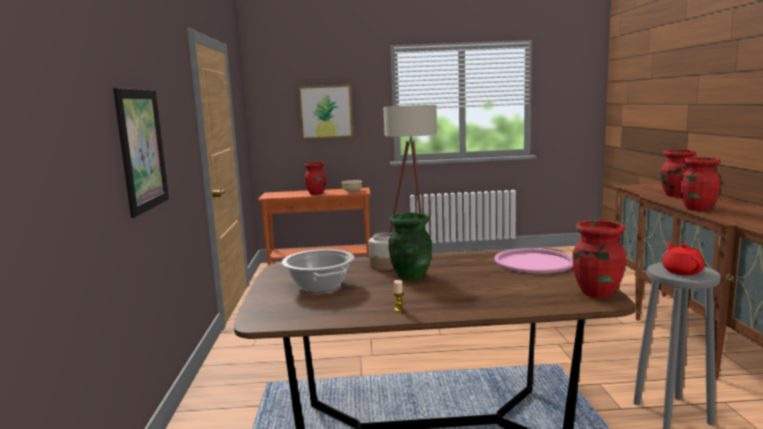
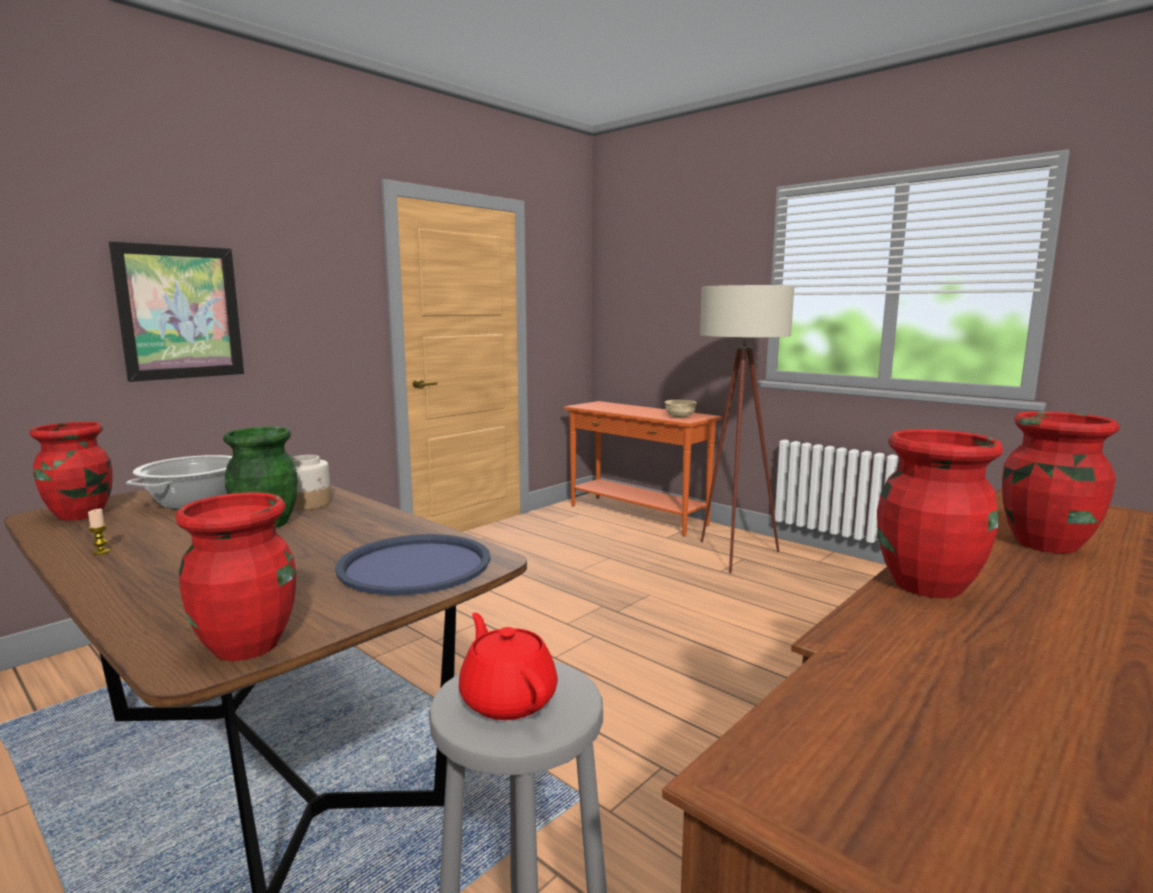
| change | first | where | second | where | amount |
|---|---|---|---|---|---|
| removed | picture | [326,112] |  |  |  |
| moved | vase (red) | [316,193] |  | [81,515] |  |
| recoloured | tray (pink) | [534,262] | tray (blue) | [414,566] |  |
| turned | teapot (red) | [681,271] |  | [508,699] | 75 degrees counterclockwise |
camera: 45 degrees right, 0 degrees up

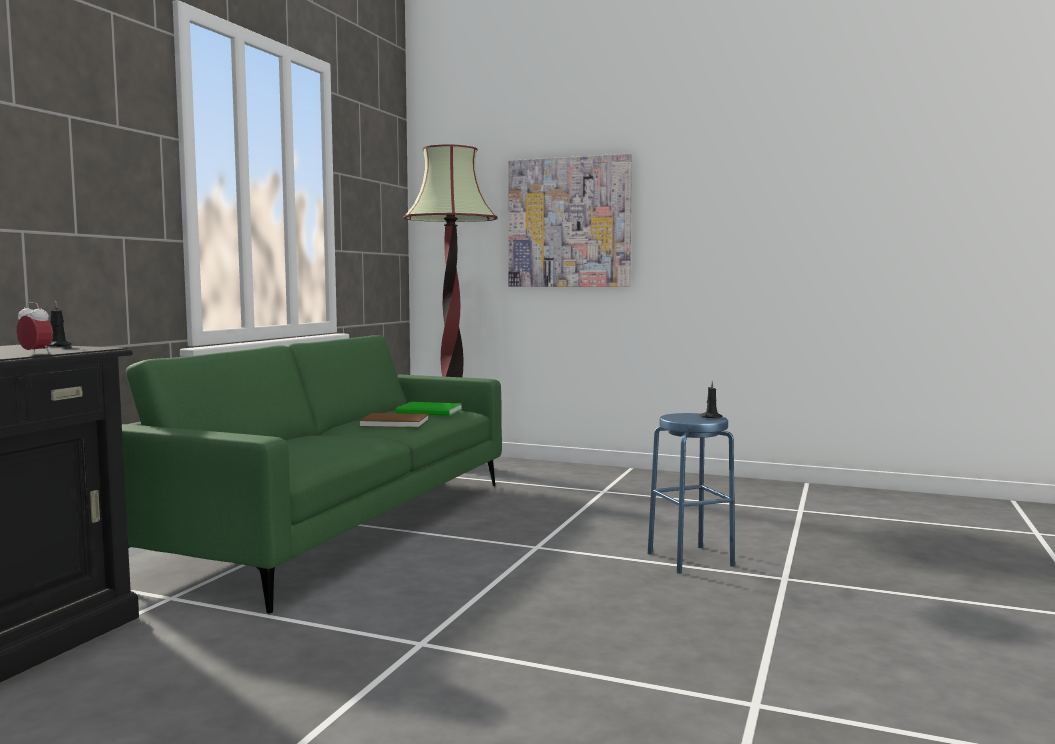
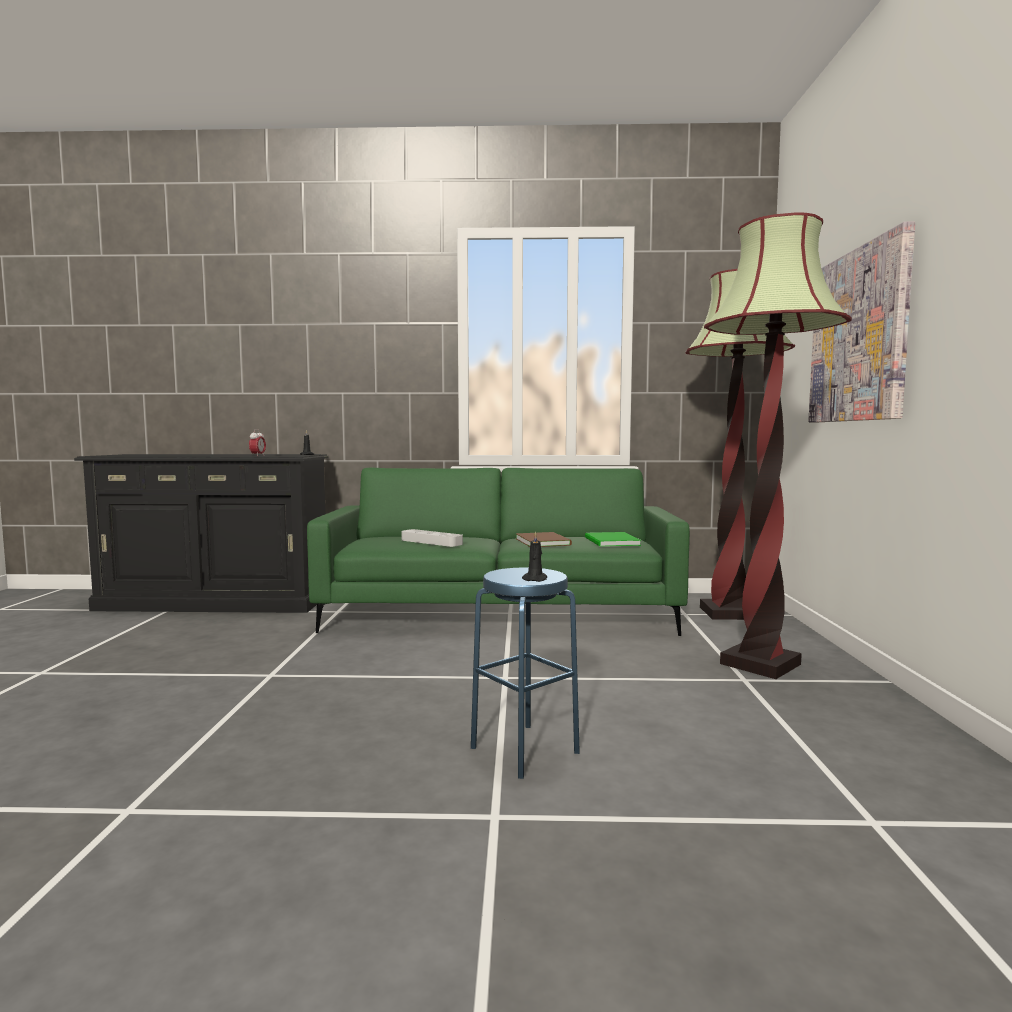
| change | first | where | second | where | amount |
|---|---|---|---|---|---|
| added |  |  | tray (grey) | [431,542] |  |
| added |  |  | floor lamp | [760,664] |  |
camera: 70 degrees right, 0 degrees up

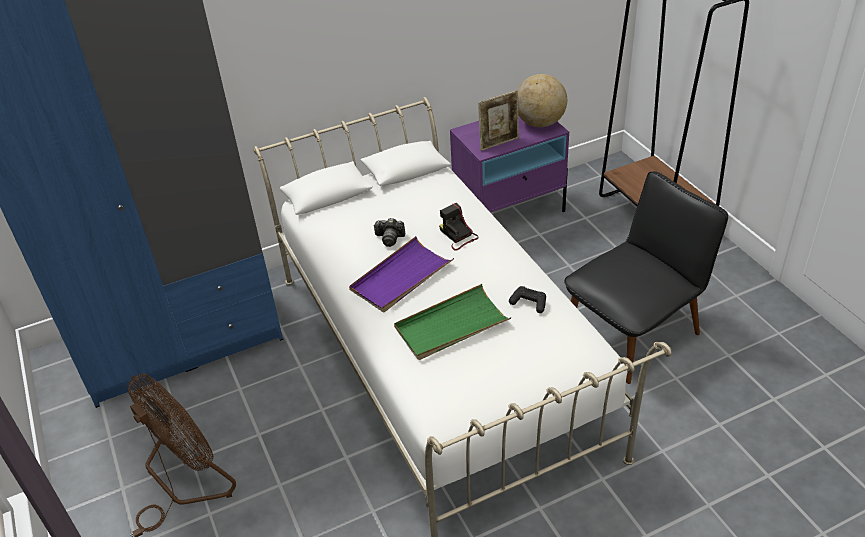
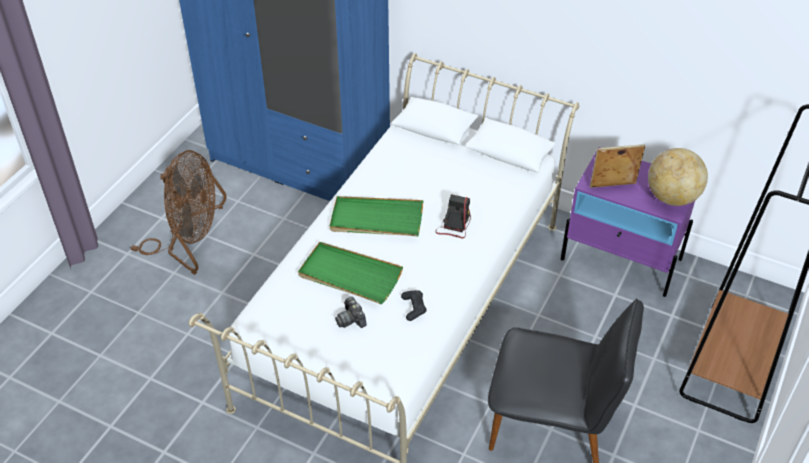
| change | first | where | second | where | amount |
|---|---|---|---|---|---|
| moved | photo camera | [390,238] |  | [351,319] |  |
| recoloured | tray (purple) | [401,278] | tray (green) | [376,219] |  |
| turned | picture frame | [499,143] |  | [612,187] | 150 degrees clockwise |
camera: 50 degrees right, 5 degrees up

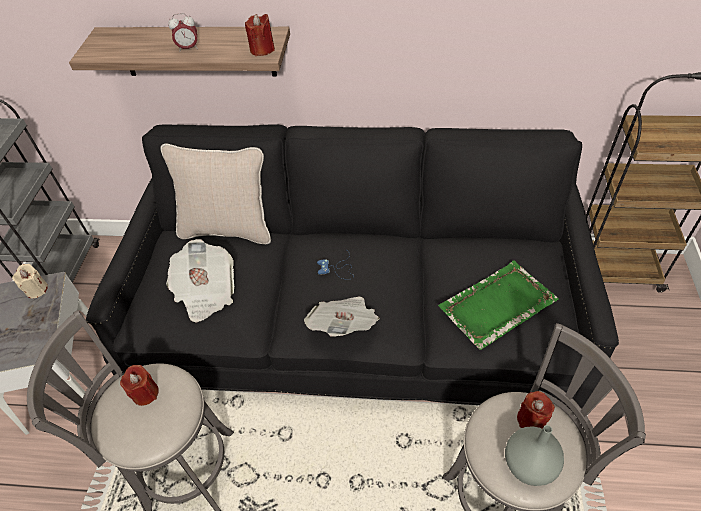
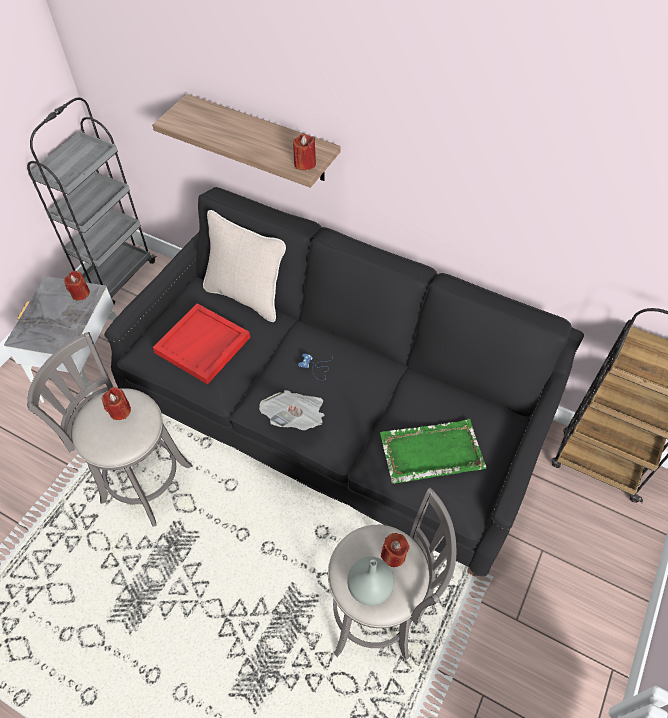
| change | first | where | second | where | amount |
|---|---|---|---|---|---|
| removed | alarm clock | [188,48] |  |  |  |
| replaced | newspaper | [205,292] | tray (red) | [203,346] |  |
| recoloured | candle (beige) | [36,289] | candle (red) | [80,293] |  |
camera: 20 degrees right, 5 degrees up

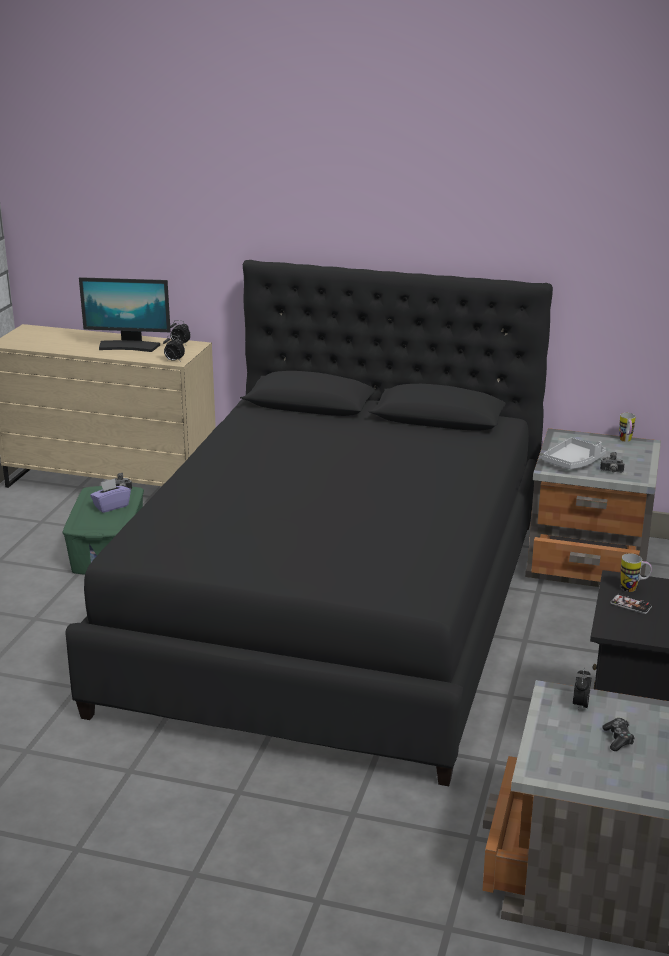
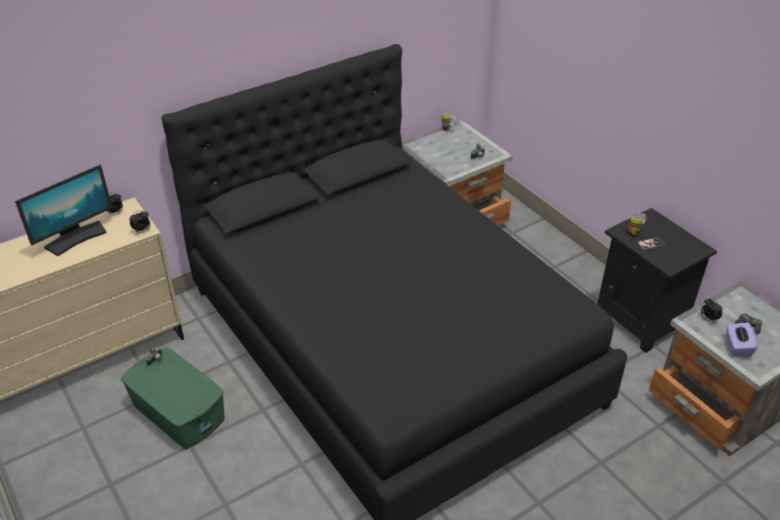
| change | first | where | second | where | amount |
|---|---|---|---|---|---|
| removed | tray (grey) | [573,462] |  |  |  |
| moved | tissue box (purple) | [111,506] |  | [737,347] |  |
camera: 50 degrees left, 15 degrees up

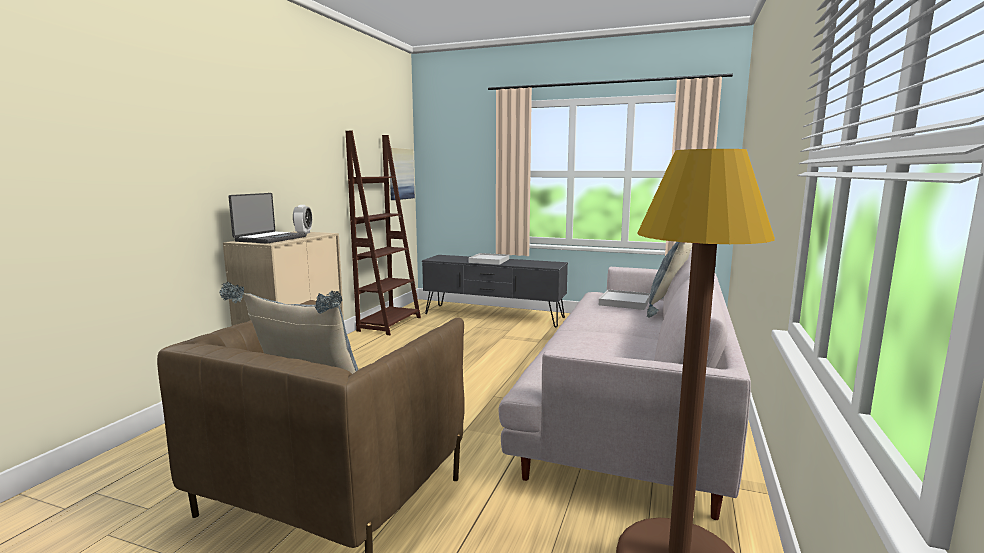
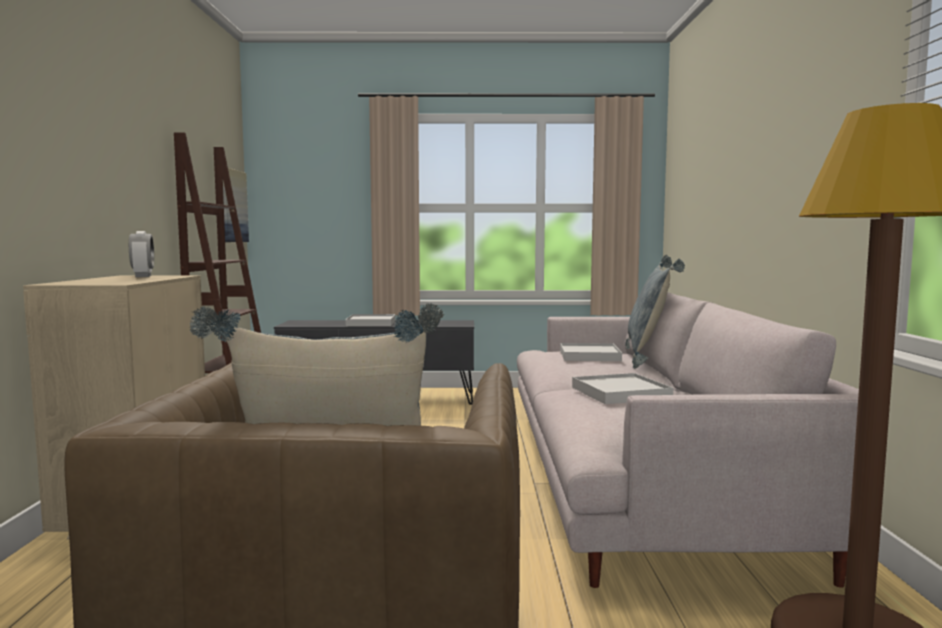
| change | first | where | second | where | amount |
|---|---|---|---|---|---|
| removed | laptop | [270,239] |  |  |  |
| added |  |  | tray (white) | [620,393] |  |
camera: 20 degrees left, 5 degrees down

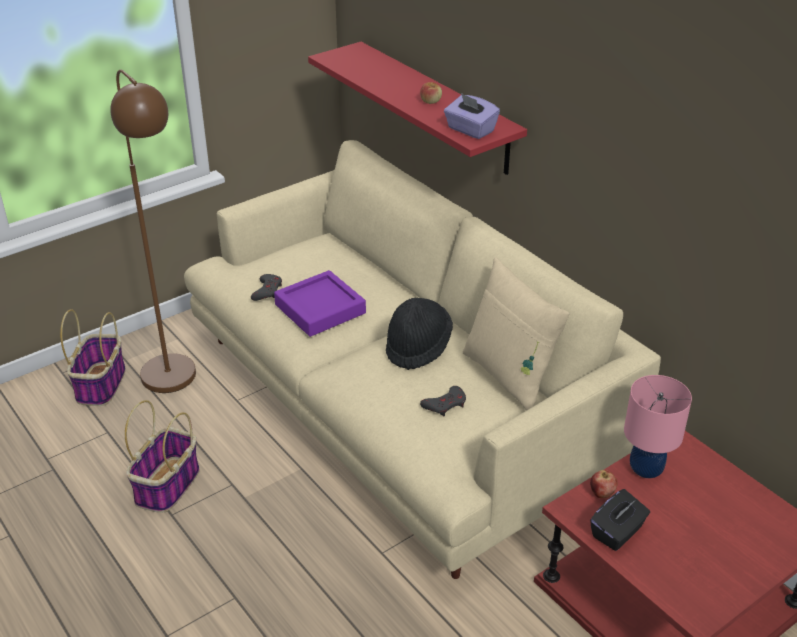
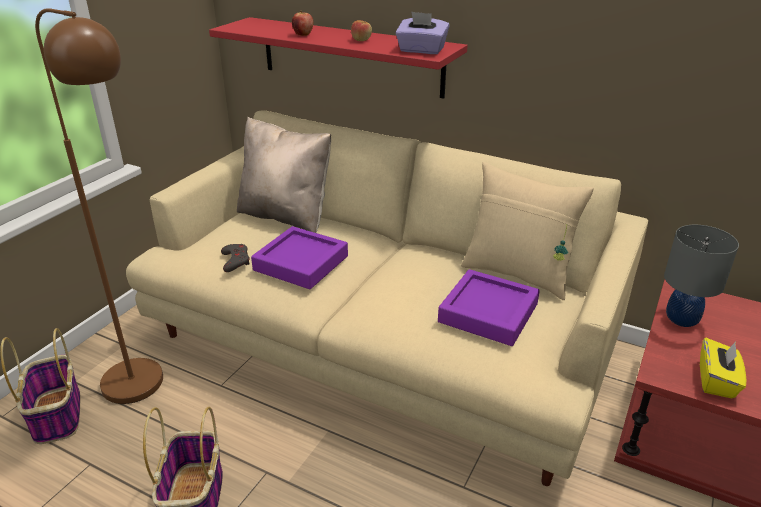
| change | first | where | second | where | amount |
|---|---|---|---|---|---|
| removed | hat (black) | [418,347] |  |  |  |
| added |  |  | pillow (beige) | [286,216] |  |
| moved | apple | [601,494] |  | [303,35] |  |
| replaced | game controller (grey) | [445,404] | tray (purple) | [488,313] |  |
| recoloured | tissue box (black) | [617,533] | tissue box (yellow) | [717,381] |  |
| recoloured | table lamp (pink) | [646,469] | table lamp (grey) | [680,319] |  |
camera: 25 degrees left, 5 degrees down

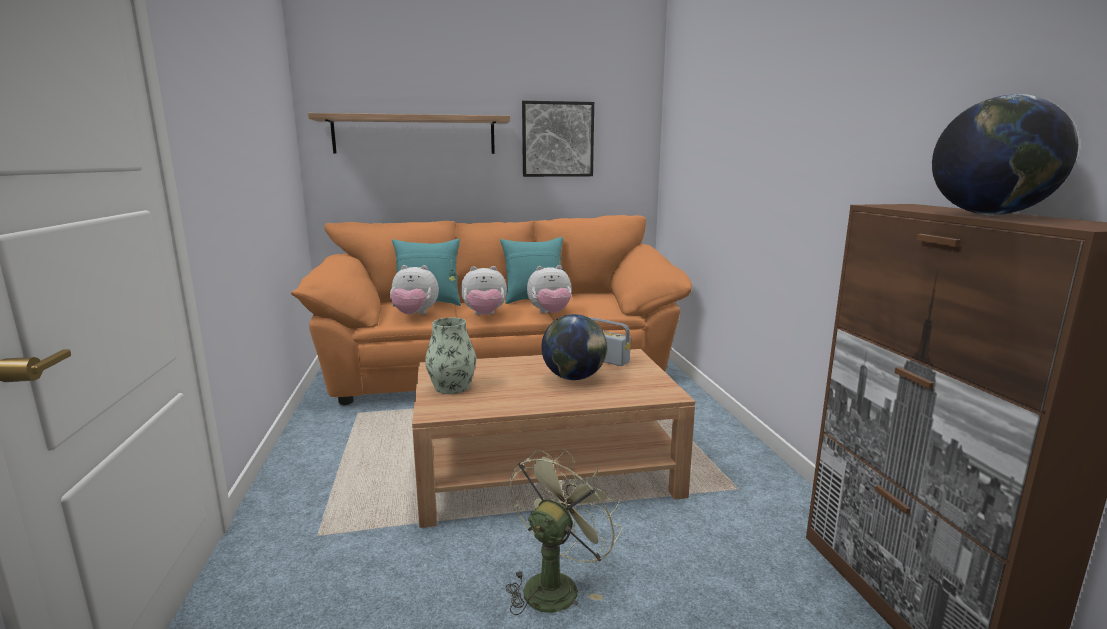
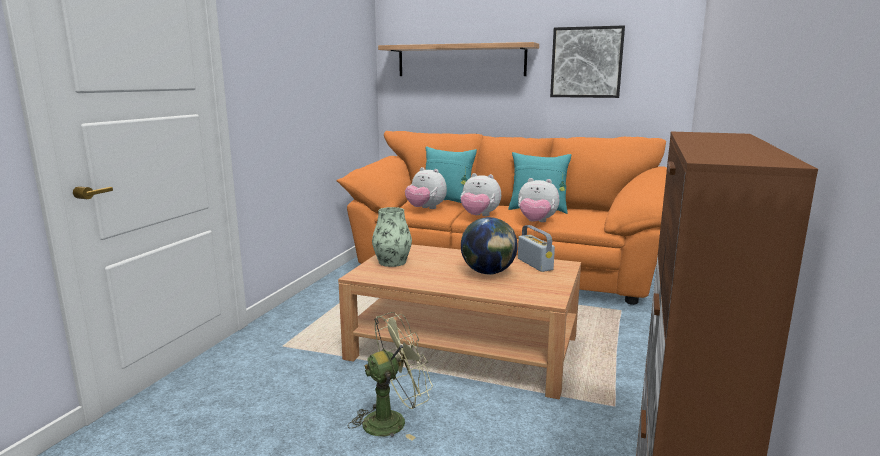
| change | first | where | second | where | amount |
|---|---|---|---|---|---|
| removed | globe | [989,215] |  |  |  |
camera: 30 degrees right, 0 degrees up

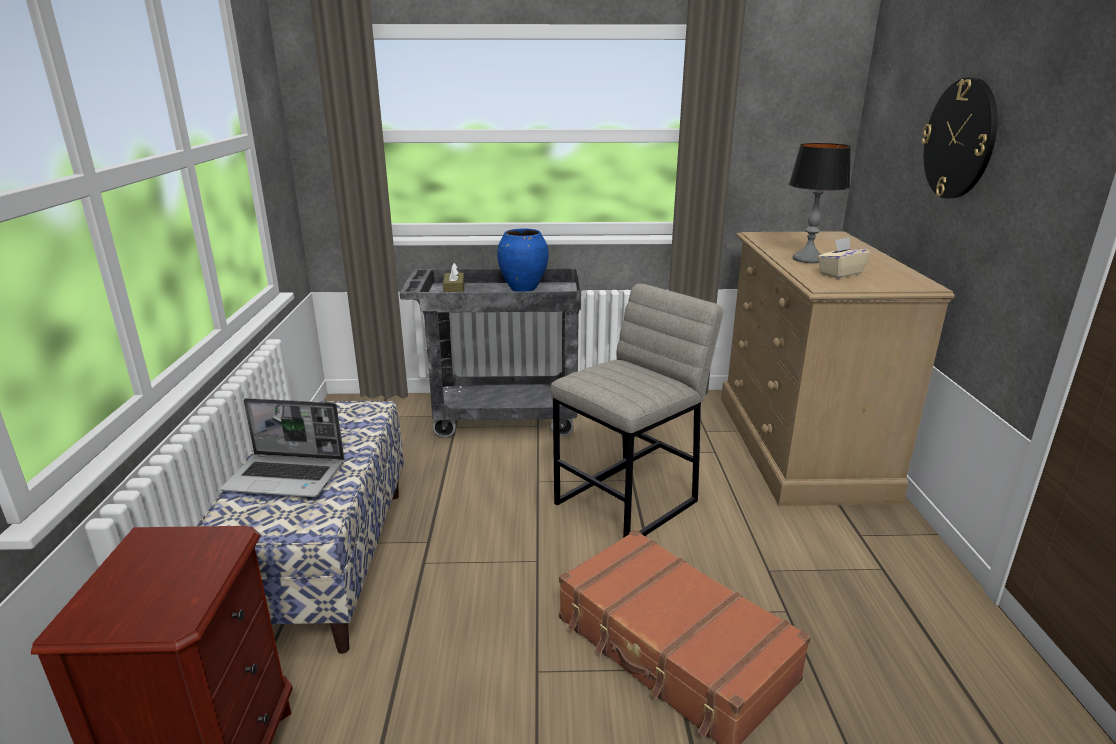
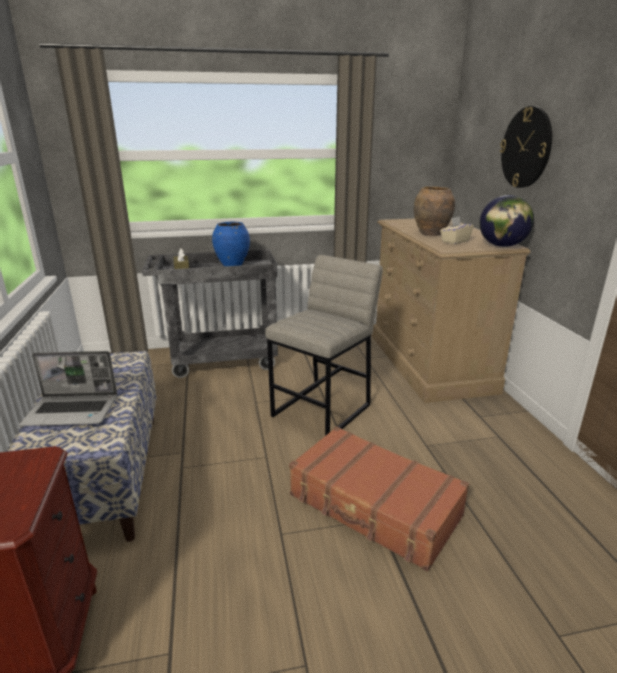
| change | first | where | second | where | amount |
|---|---|---|---|---|---|
| added |  |  | globe | [502,246] |  |
| replaced | table lamp | [808,259] | vase (brown) | [431,234] |  |
camera: 10 degrees left, 0 degrees up

